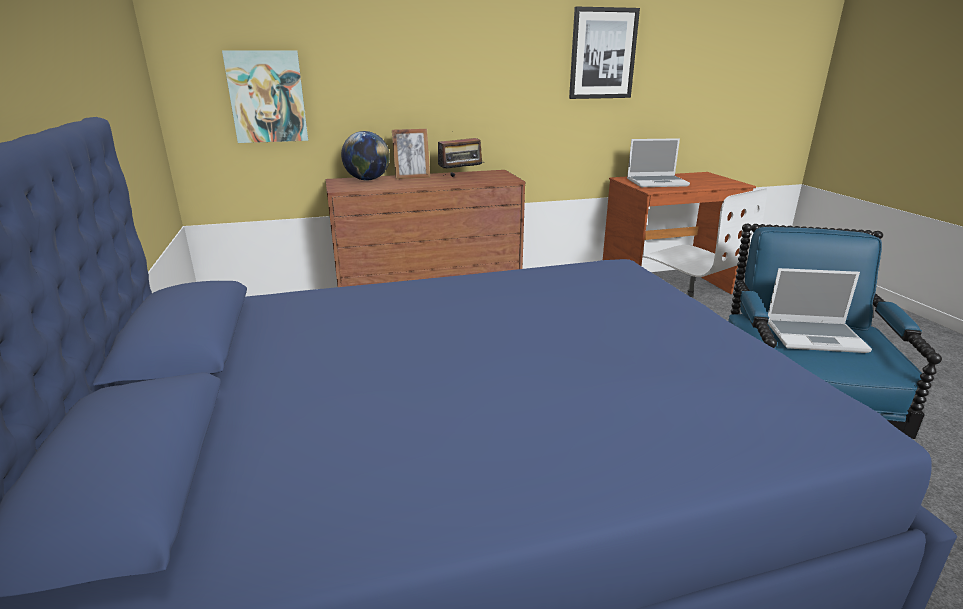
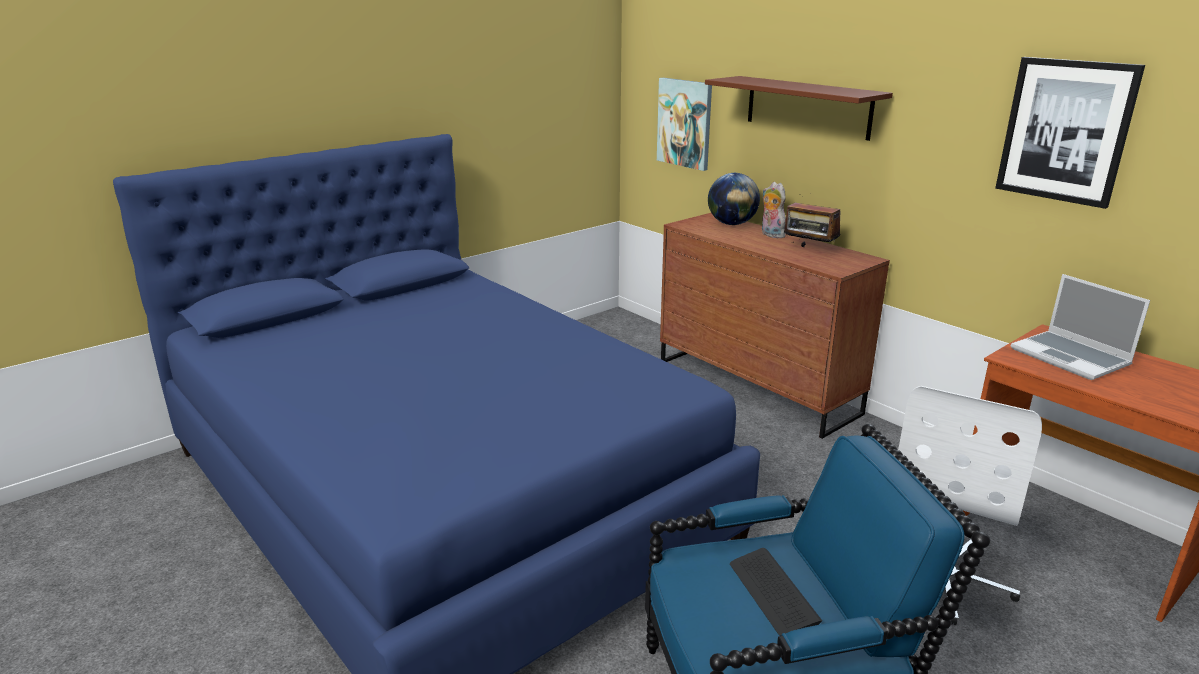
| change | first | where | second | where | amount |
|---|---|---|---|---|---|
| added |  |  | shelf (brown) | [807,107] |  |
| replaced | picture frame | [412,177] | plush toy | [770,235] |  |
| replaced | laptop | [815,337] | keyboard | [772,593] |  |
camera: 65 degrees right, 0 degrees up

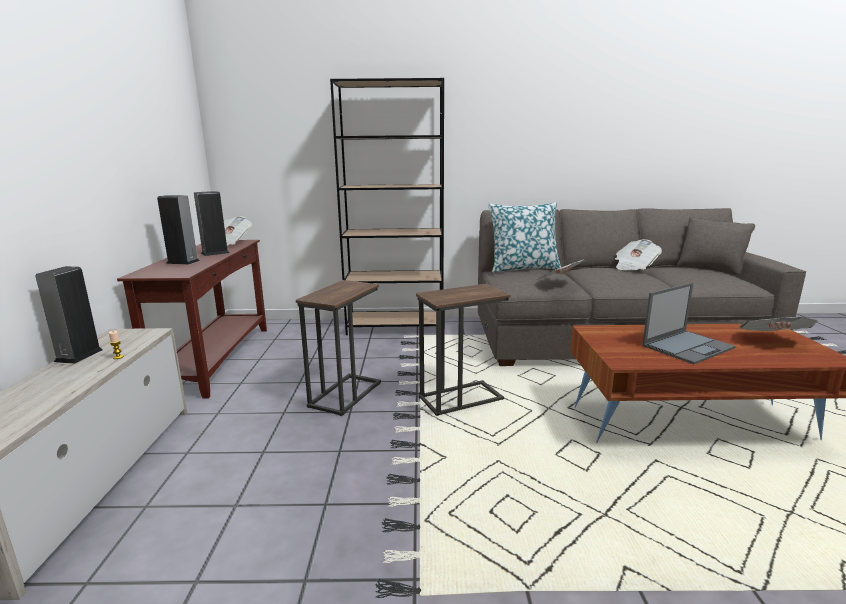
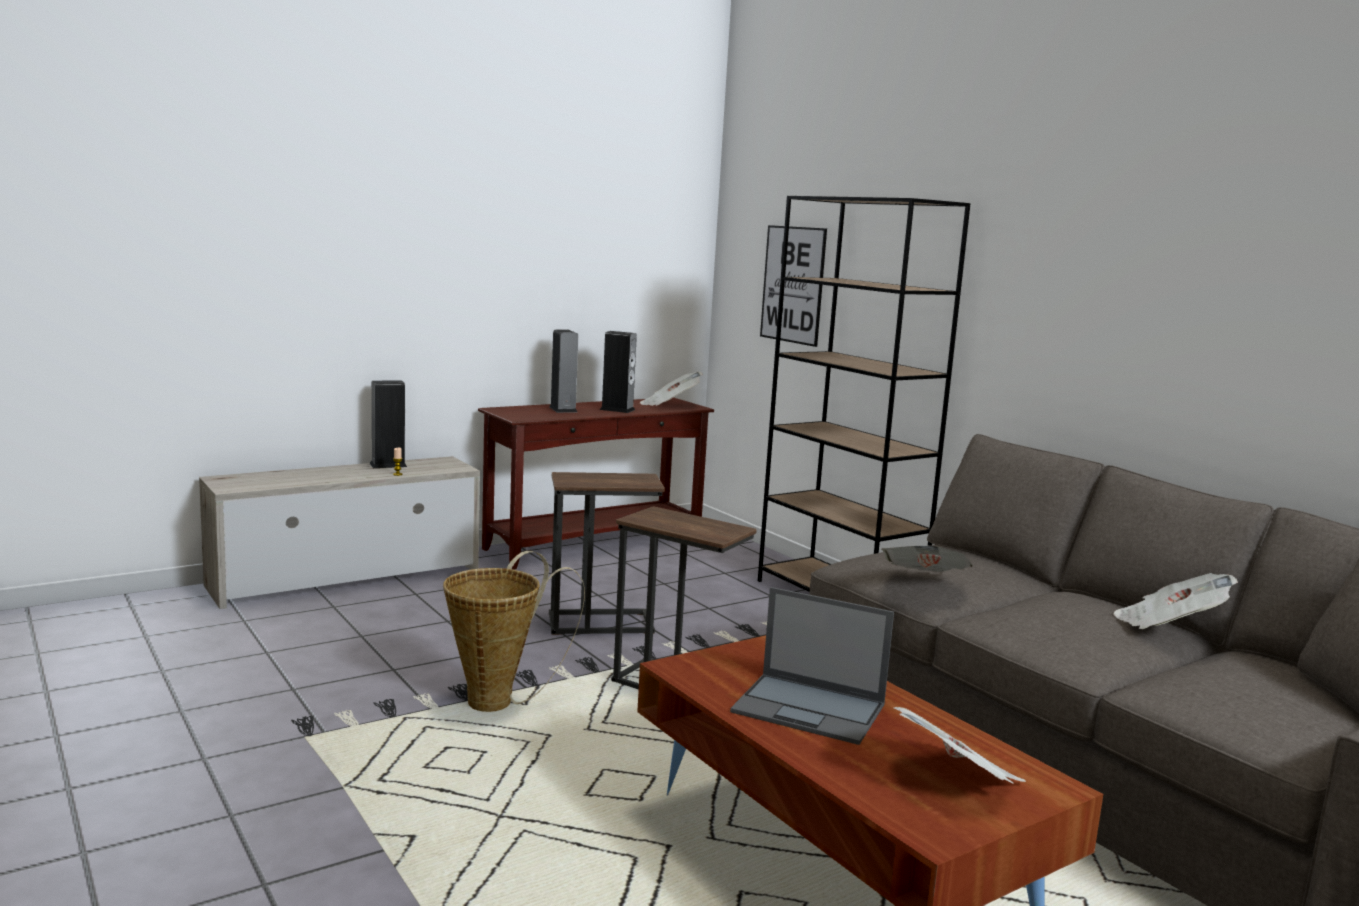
| change | first | where | second | where | amount |
|---|---|---|---|---|---|
| removed | pillow | [523,268] |  |  |  |
| added |  |  | basket | [499,701] |  |
| added |  |  | picture | [793,284] |  |
camera: 55 degrees right, 5 degrees down

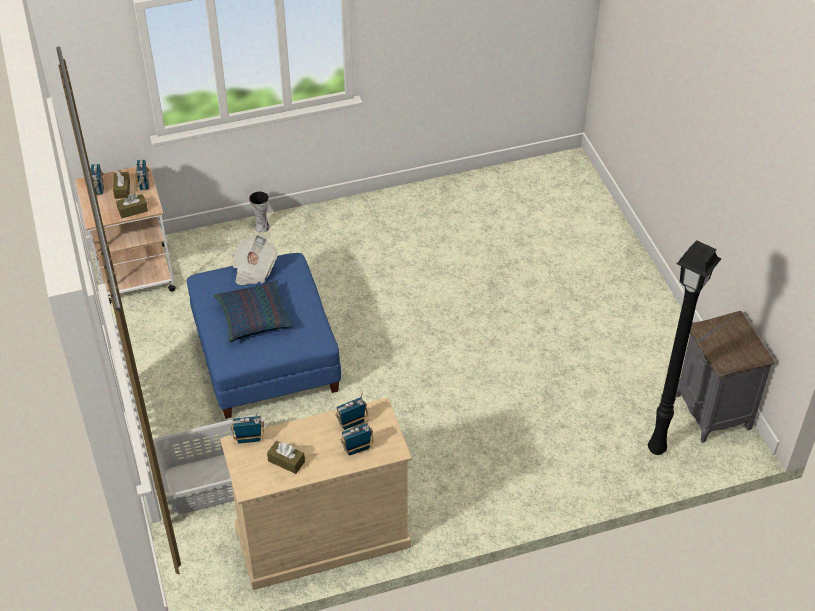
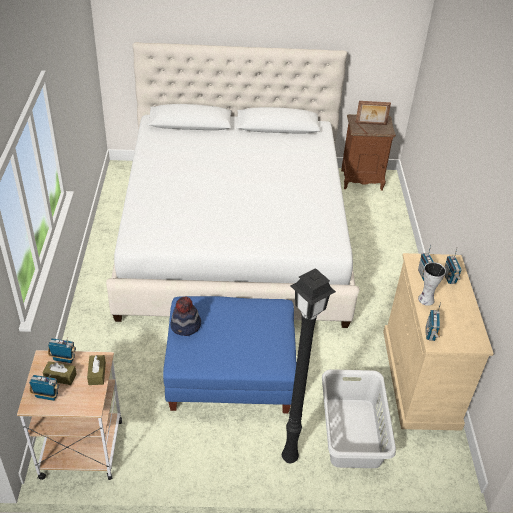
| change | first | where | second | where | amount |
|---|---|---|---|---|---|
| removed | pillow (blue) | [254,317] |  |  |  |
| removed | tissue box (brown) | [286,461] |  |  |  |
| added |  |  | bed (white) | [234,235] |  |
| added |  |  | picture frame | [371,124] |  |
| moved | vase | [262,226] |  | [425,299] |  |
| moved | floor lamp (black) | [655,449] |  | [289,458] |  |
| replaced | newspaper | [253,270] | hat | [186,326] |  |
| recoloured | nightstand (grey) | [711,413] | nightstand (brown) | [362,180] |  |
camera: 75 degrees left, 5 degrees down

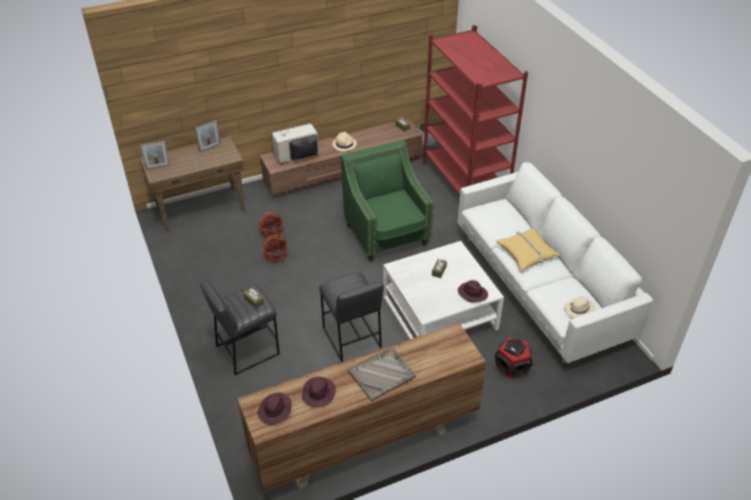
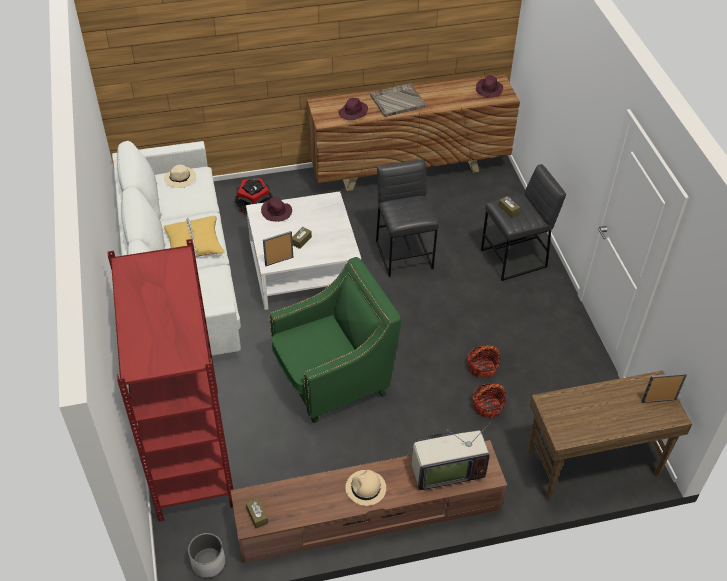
| change | first | where | second | where | amount |
|---|---|---|---|---|---|
| moved | picture frame | [210,147] |  | [279,261] |  |
| moved | hat (purple) | [318,393] |  | [353,113] |  |
| turned | armchair (green) | [386,234] |  | [333,377] | 105 degrees counterclockwise |
camera: 170 degrees left, 5 degrees up

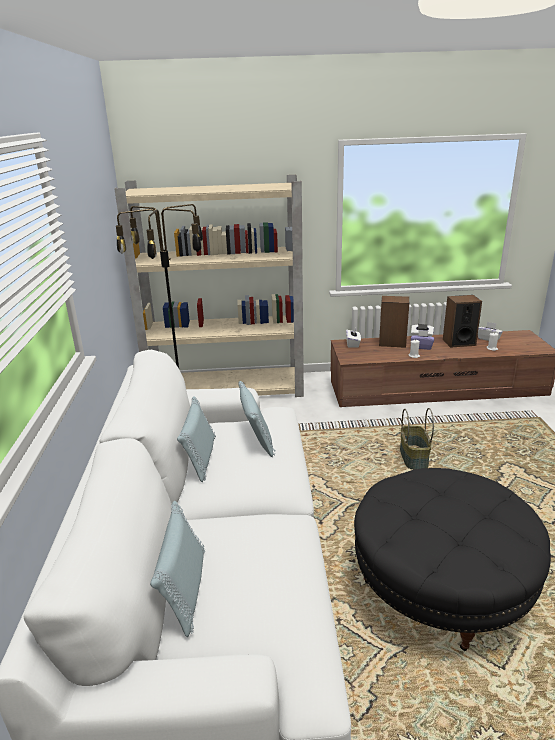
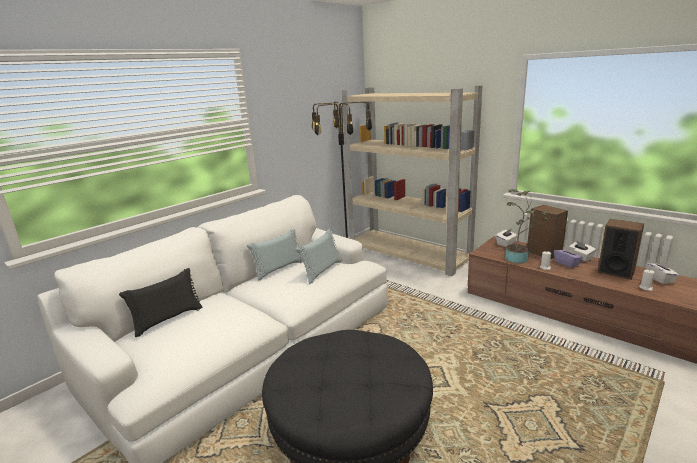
| change | first | where | second | where | amount |
|---|---|---|---|---|---|
| removed | basket | [413,457] |  |  |  |
| added |  |  | potted plant | [519,258] |  |
| recoloured | pillow (blue) | [184,589] | pillow (black) | [167,319] |  |
camera: 45 degrees right, 5 degrees down

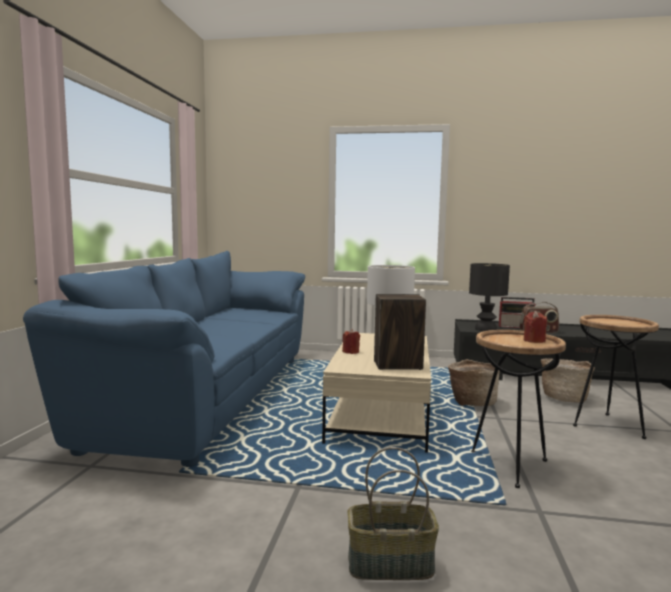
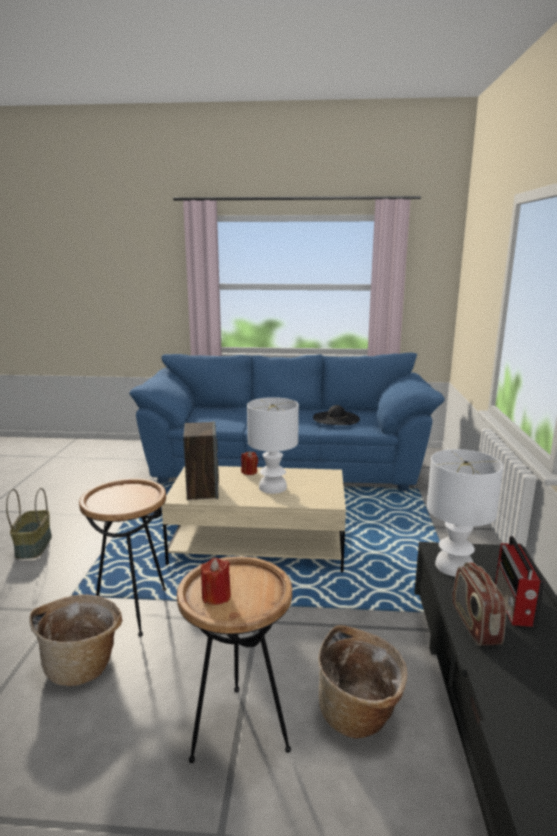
| change | first | where | second | where | amount |
|---|---|---|---|---|---|
| added |  |  | hat (black) | [336,418] |  |
| moved | basket | [471,402] |  | [83,664] |  |
| moved | candle (red) | [534,340] |  | [216,596] |  |
| recoloured | table lamp (black) | [486,329] | table lamp (white) | [455,567] |  |
camera: 85 degrees right, 10 degrees up

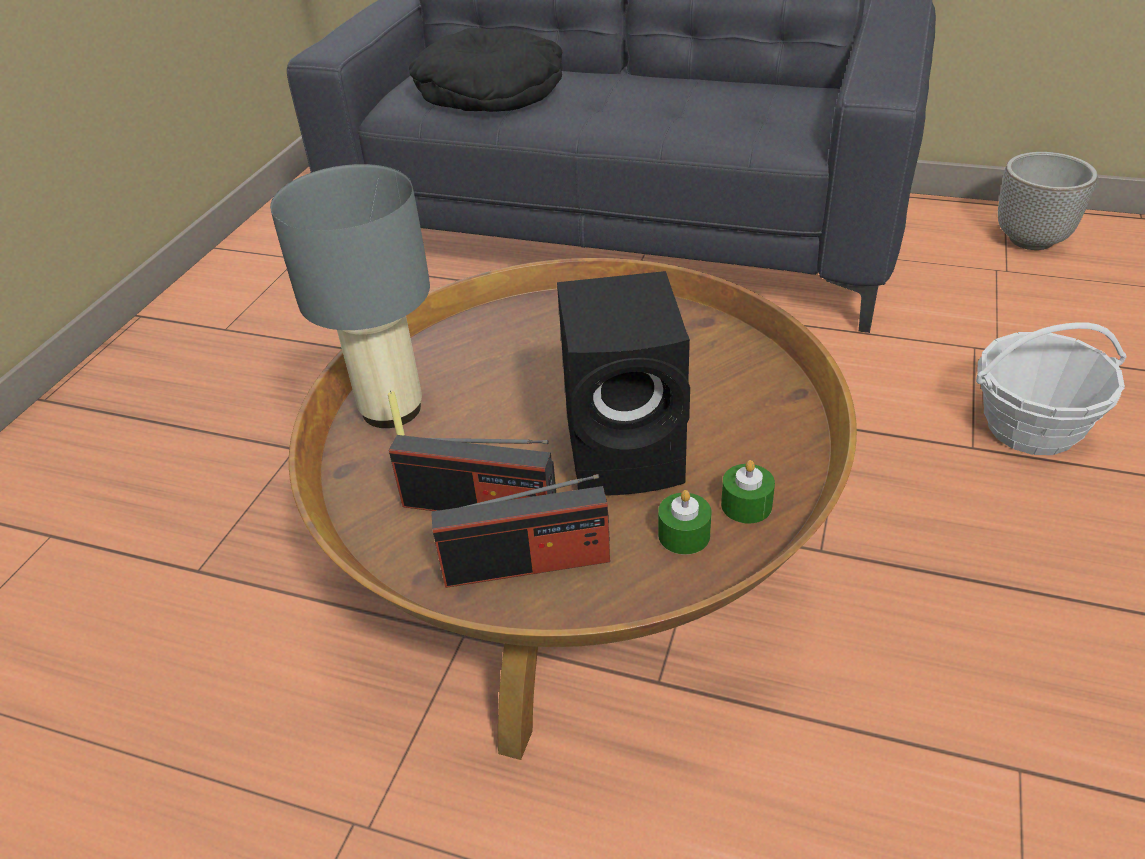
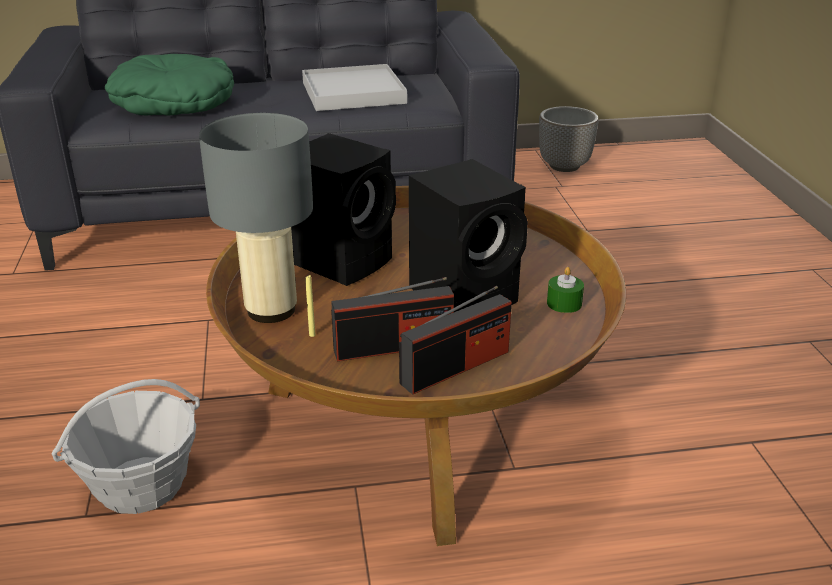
| change | first | where | second | where | amount |
|---|---|---|---|---|---|
| removed | candle (green) | [684,535] |  |  |  |
| added |  |  | speaker (black) | [343,260] |  |
| added |  |  | tray (white) | [353,93] |  |
| moved | basket | [1031,427] |  | [140,485] |  |
| recoloured | pillow (black) | [493,94] | pillow (green) | [176,104] |  |
camera: 30 degrees left, 10 degrees down

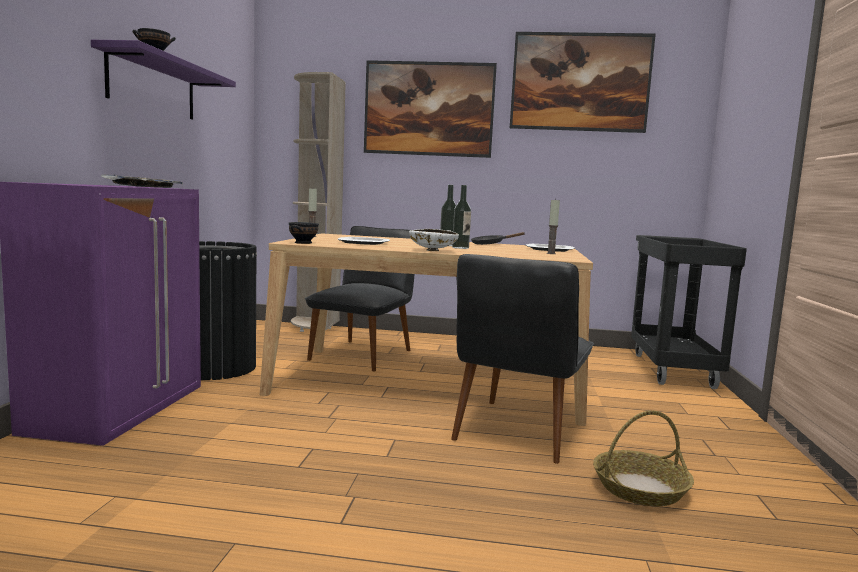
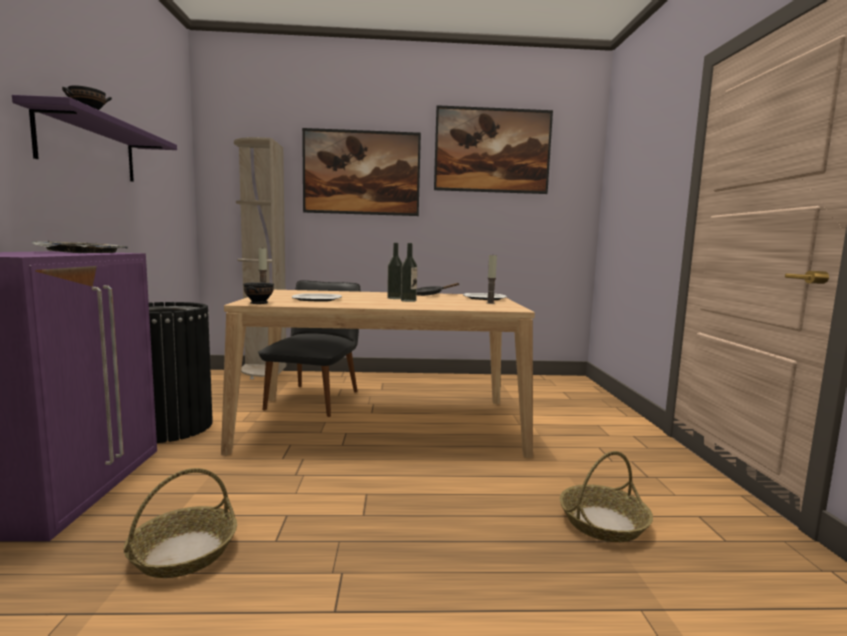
| change | first | where | second | where | amount |
|---|---|---|---|---|---|
| removed | bowl (white) | [433,251] |  |  |  |
| removed | chair (black) | [519,429] |  |  |  |
| removed | cart (black) | [670,369] |  |  |  |
| added |  |  | basket | [184,552] |  |
camera: 10 degrees left, 0 degrees up

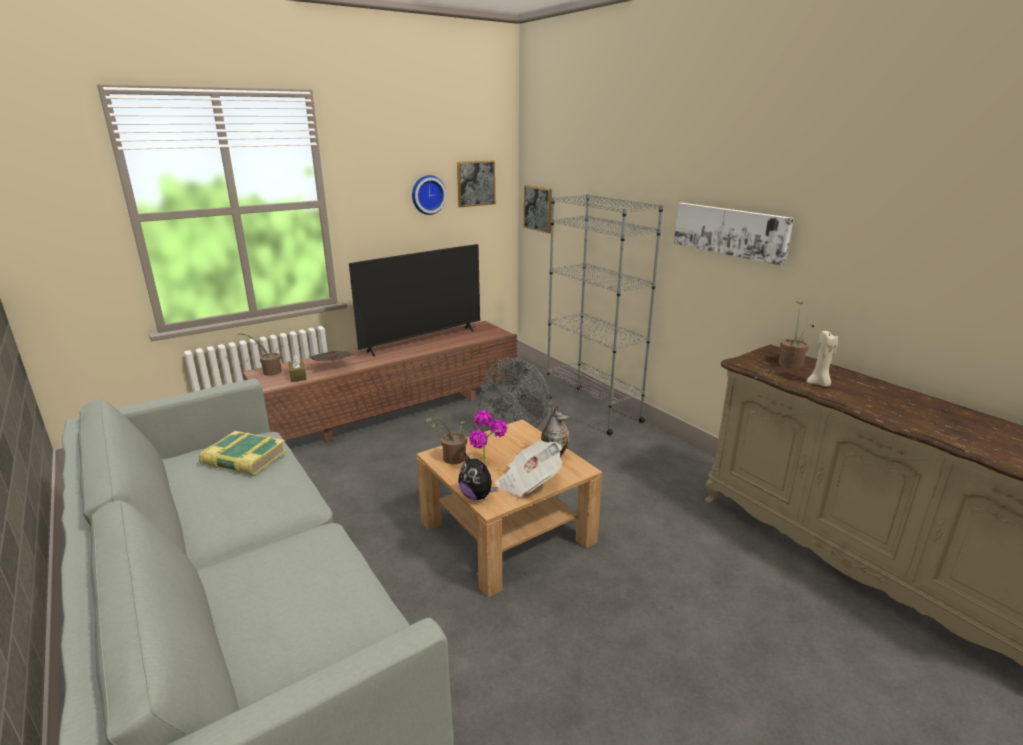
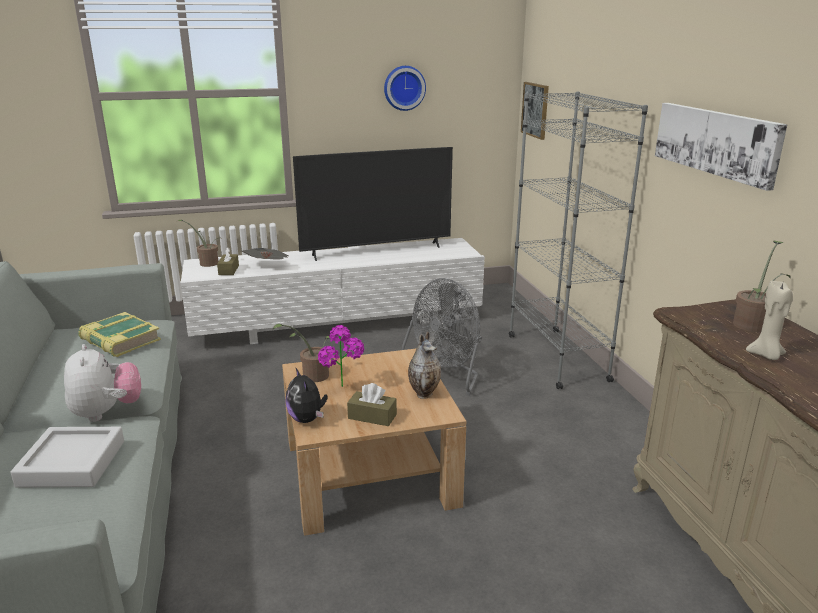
| change | first | where | second | where | amount |
|---|---|---|---|---|---|
| removed | picture | [476,183] |  |  |  |
| added |  |  | tray (grey) | [72,463] |  |
| added |  |  | plush toy | [107,412] |  |
| replaced | newspaper | [528,483] | tissue box (brown) | [372,416] |  |
| recoloured | tv stand (brown) | [394,409] | tv stand (white) | [337,322] |  |
camera: 20 degrees right, 0 degrees up

